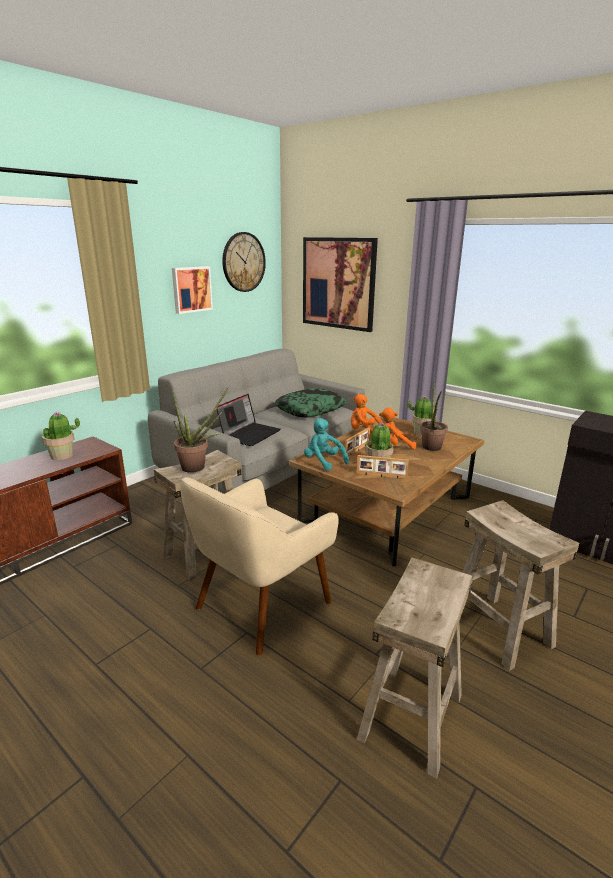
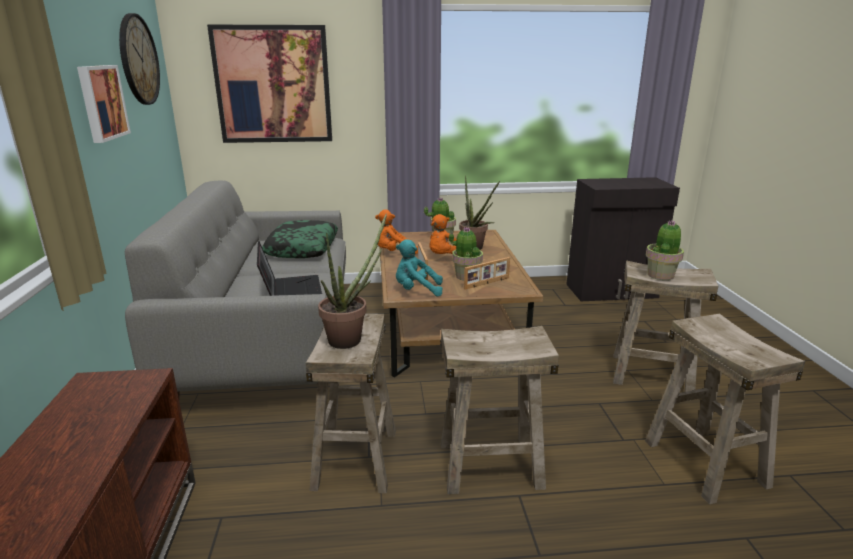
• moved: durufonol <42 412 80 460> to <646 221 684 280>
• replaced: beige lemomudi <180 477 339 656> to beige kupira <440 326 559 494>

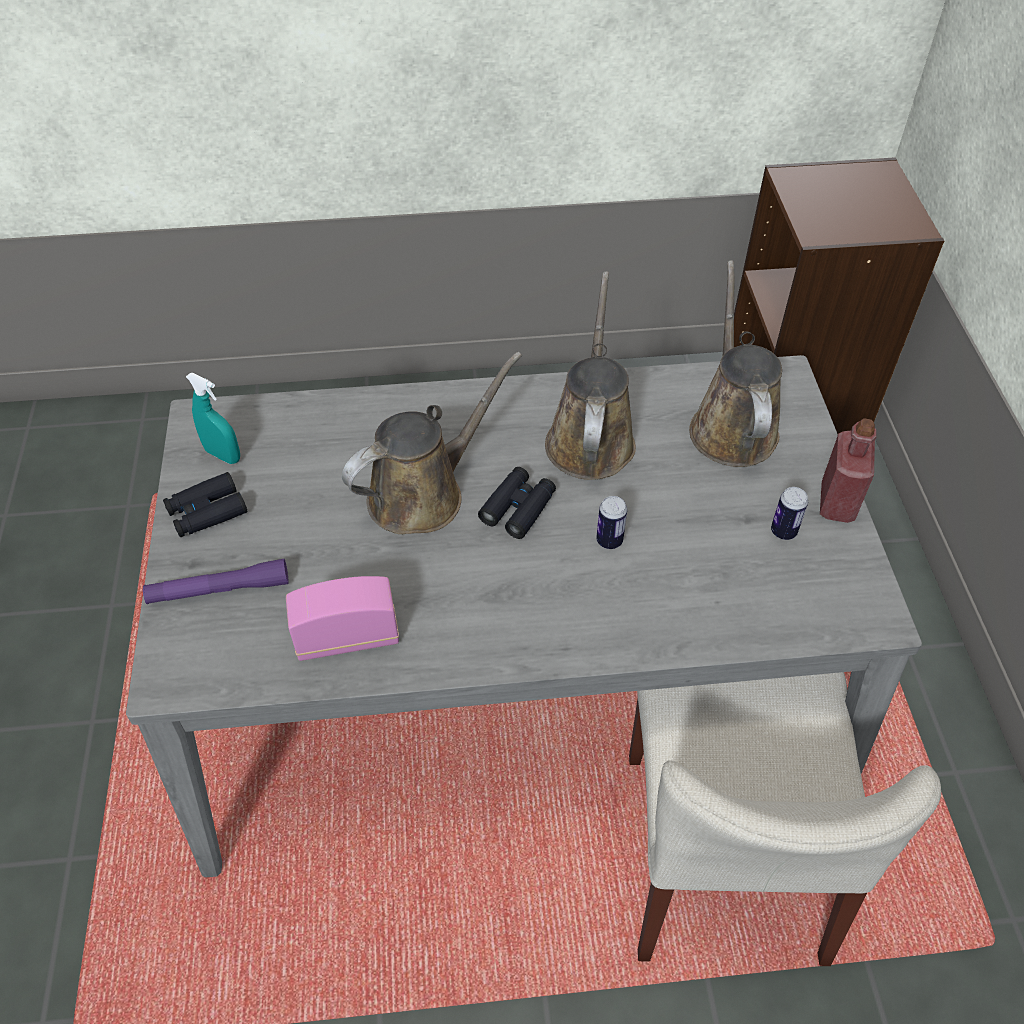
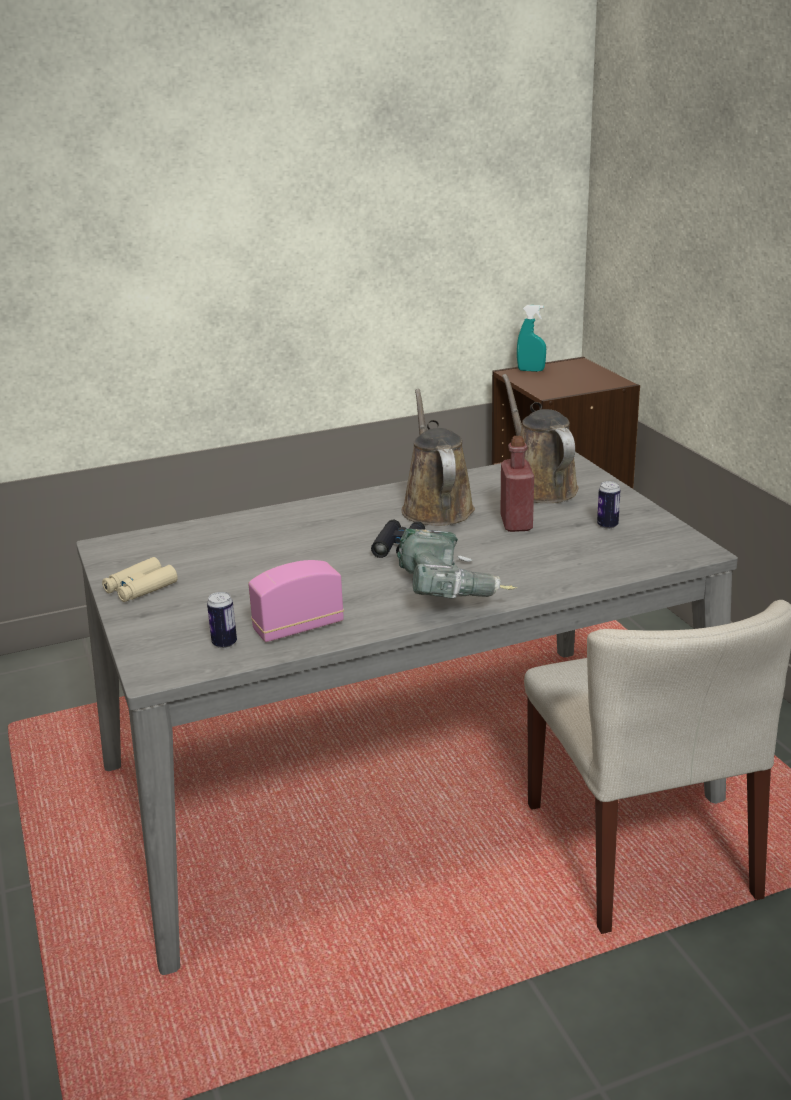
• removed: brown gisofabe <342 352 522 534>
• moved: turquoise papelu <186 373 240 464> to <517 305 546 372>
• moved: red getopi <820 418 877 523> to <500 436 534 532>
• recoloured: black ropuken <163 472 248 537> to beige ropuken <102 557 178 602>
• moved: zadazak <596 496 627 549> to <207 592 237 648>
• removed: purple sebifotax <143 559 289 604>
• added: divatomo <397 529 517 599>

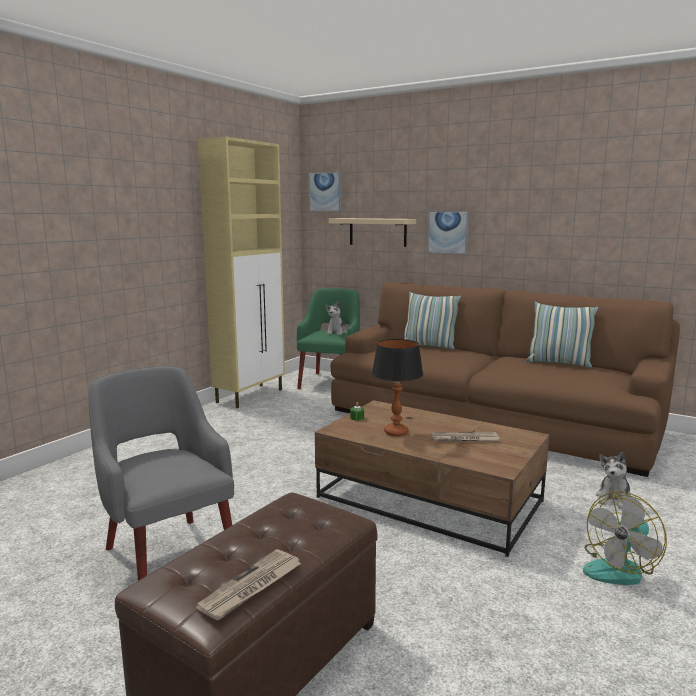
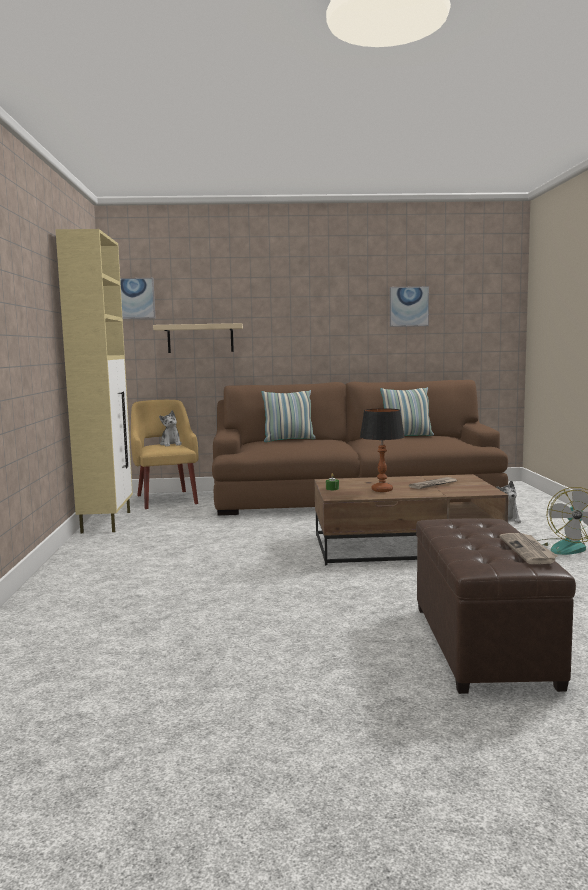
• moved: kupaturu <427 211 469 254> to <390 286 429 327>
• recoloured: green lemomudi <297 288 360 389> to yellow lemomudi <131 400 198 509>
• removed: grey lemomudi <89 366 234 581>

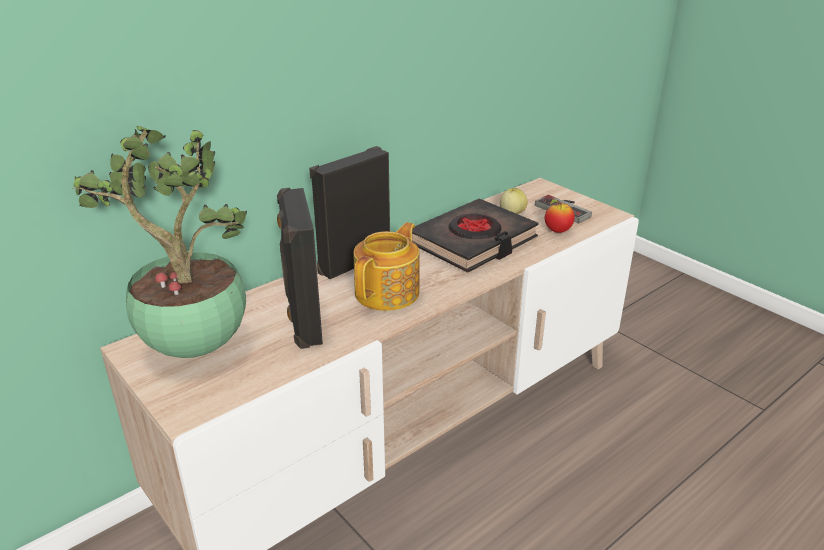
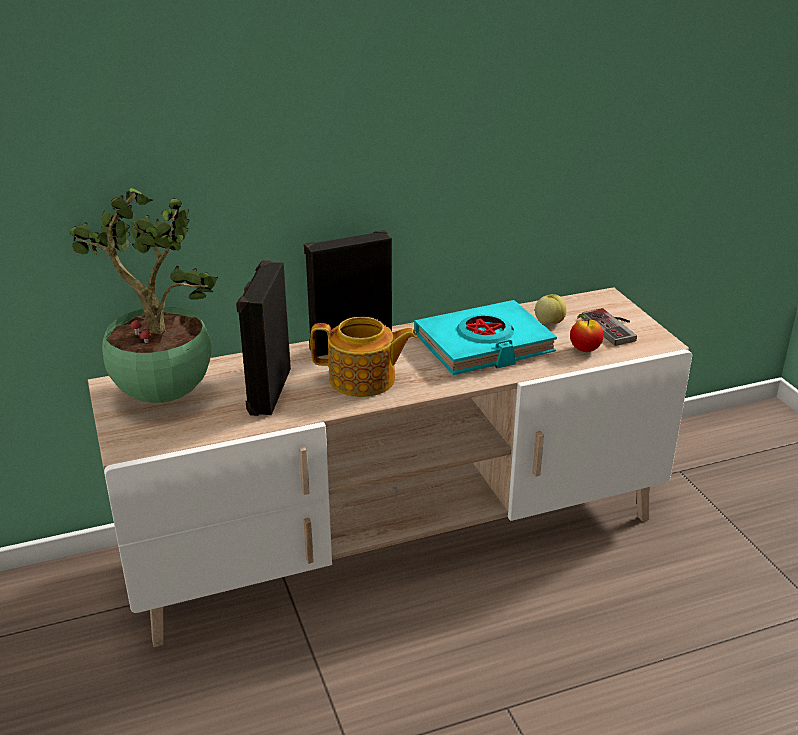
• recoloured: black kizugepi <412 199 539 273> to turquoise kizugepi <414 300 557 375>
• turned: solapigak <353 222 420 311> = <310 317 417 397> 45 degrees clockwise

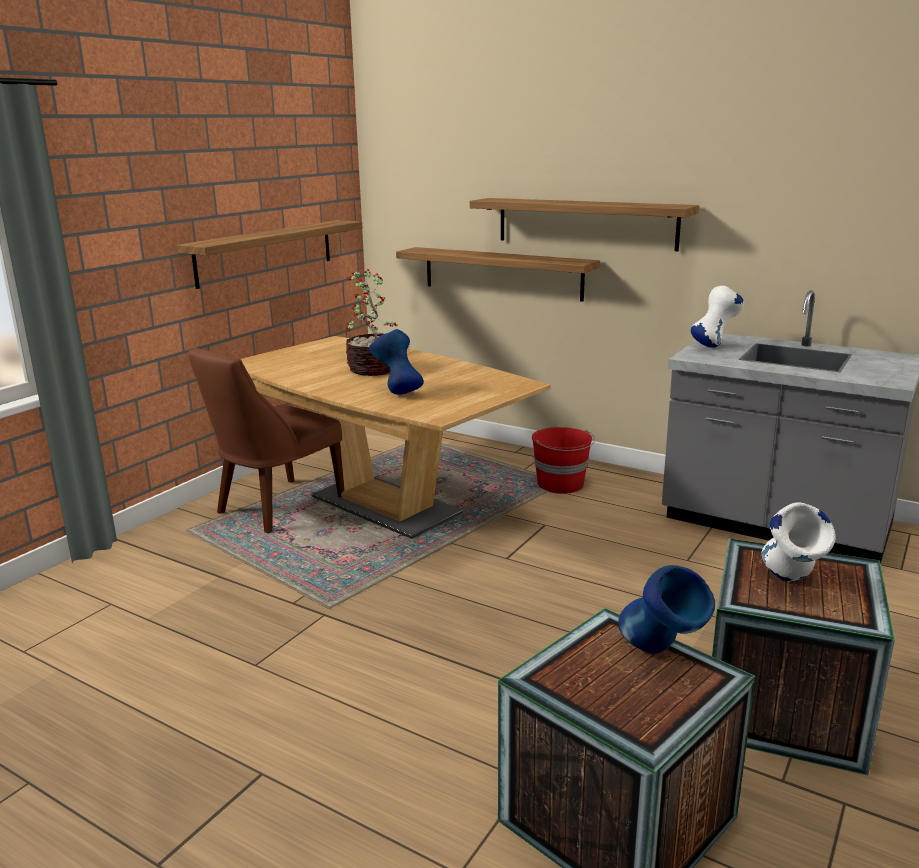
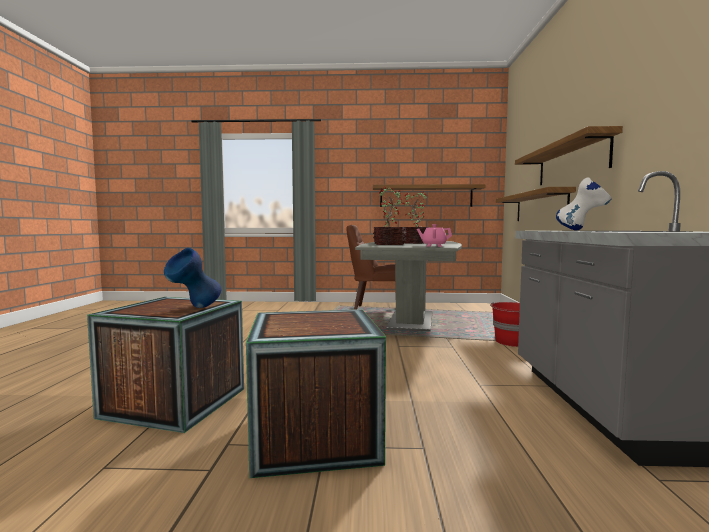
• replaced: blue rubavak <369 329 424 395> to durufonol <373 186 406 245>
• recoloured: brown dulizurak <240 336 550 539> to grey dulizurak <355 241 462 331>
• removed: white rubavak <761 503 836 582>
• added: pink solapigak <417 224 452 247>

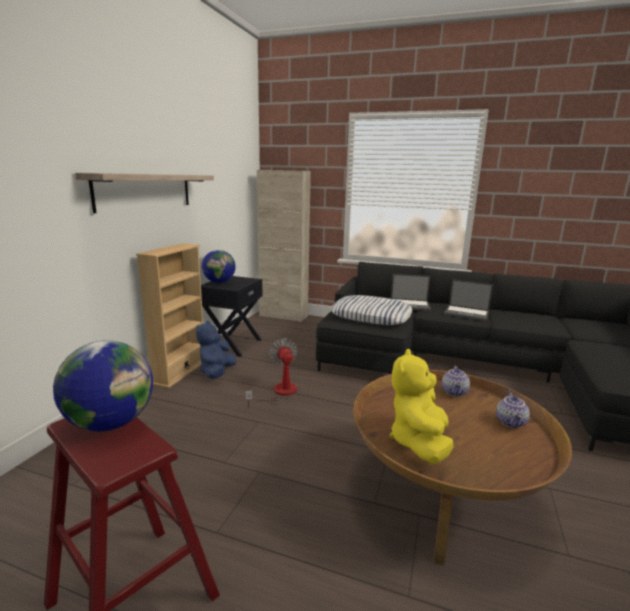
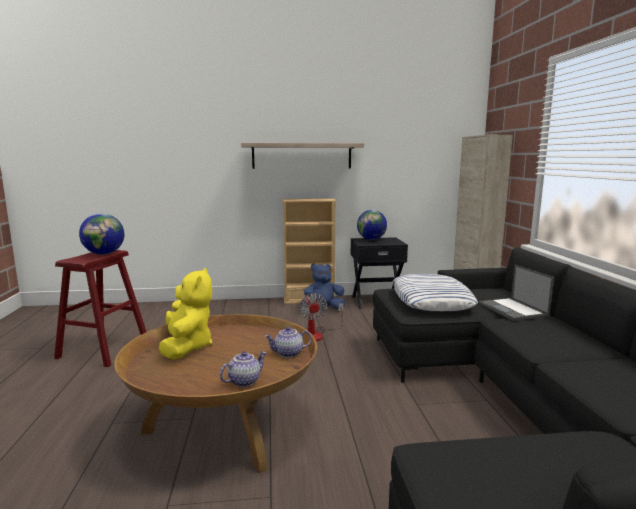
• removed: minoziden <444 279 493 321>
• turned: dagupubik <245 338 298 409> = <299 293 344 341> 120 degrees clockwise
• turned: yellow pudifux <390 349 453 464> = <159 268 212 360> 90 degrees clockwise
• turned: solapigak <496 392 530 428> = <220 352 267 387> 150 degrees clockwise

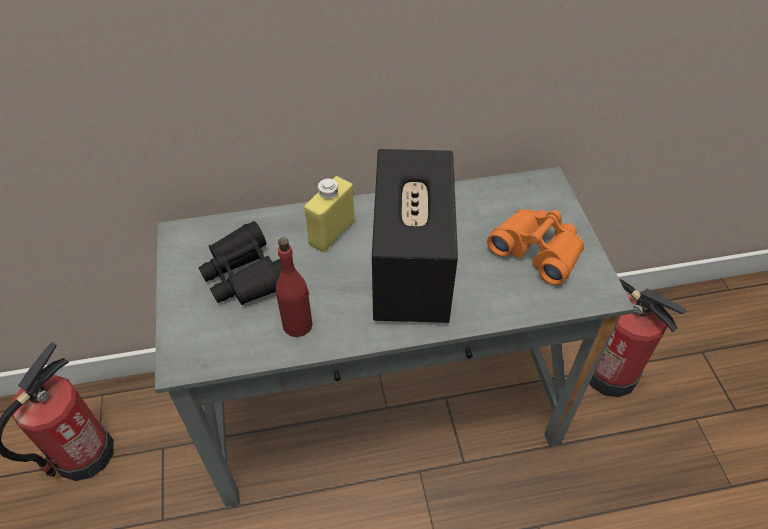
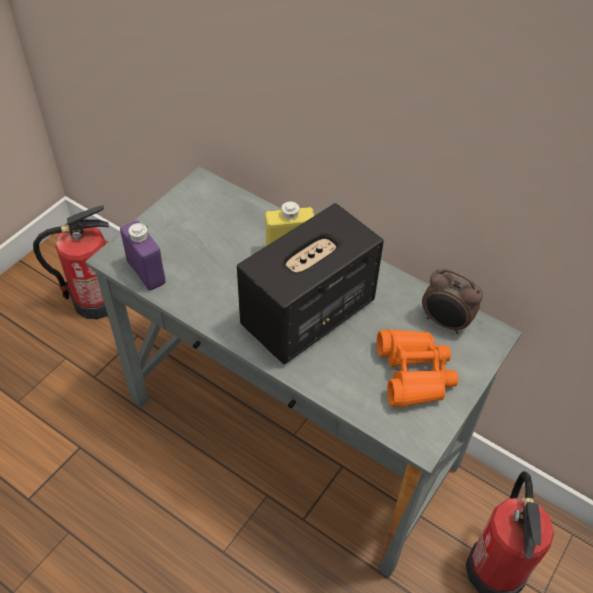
• removed: black ropuken <198 221 281 305>
• removed: red getopi <276 237 312 337>
• added: purple getopi <120 220 166 291>
• added: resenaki <422 268 483 334>

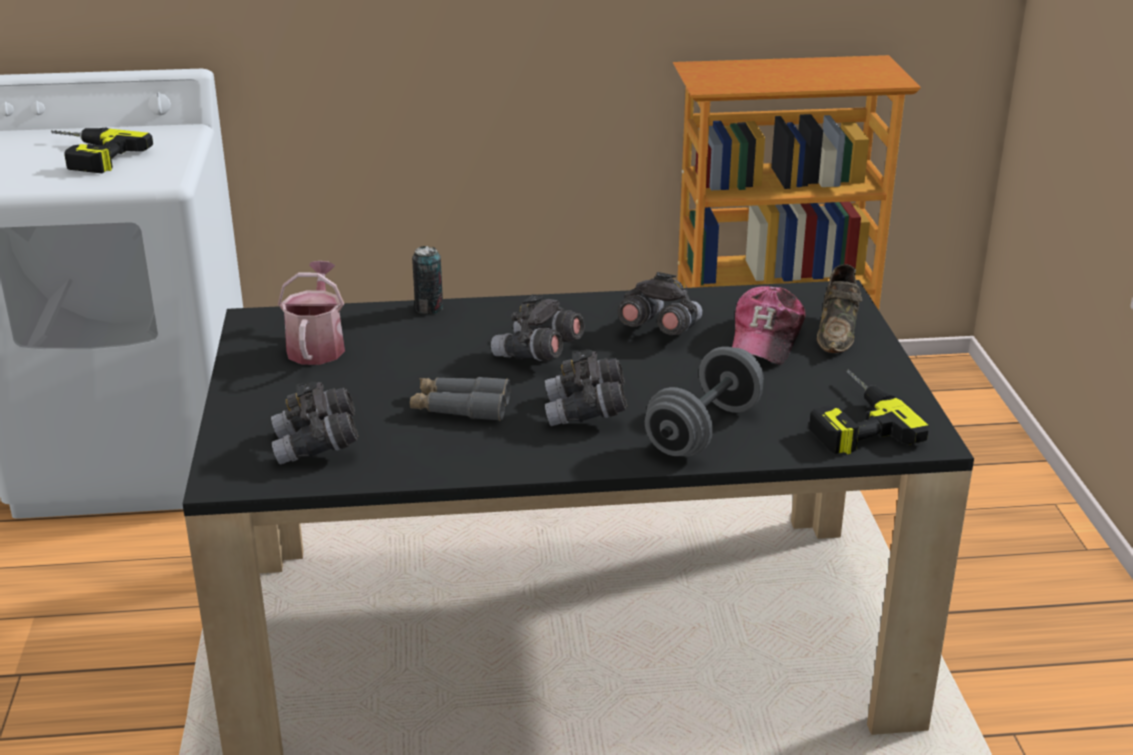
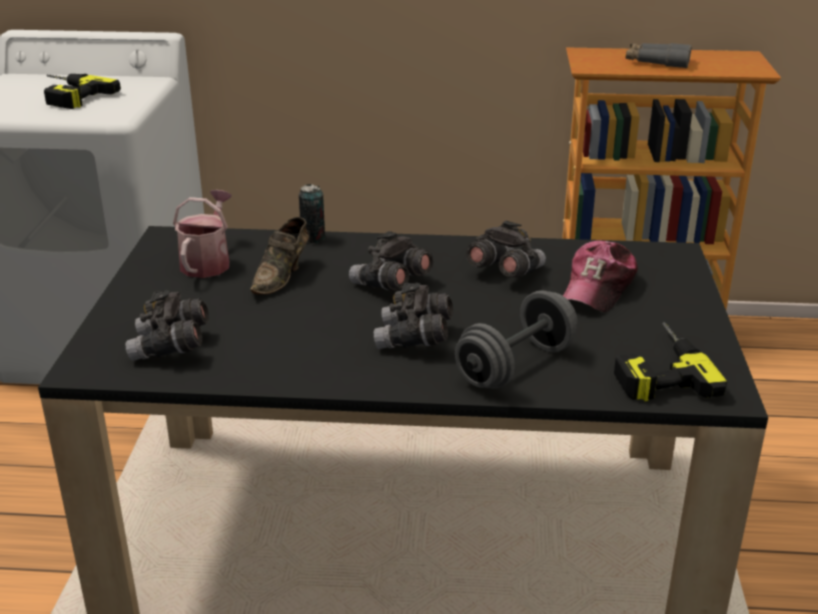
• moved: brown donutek <817 264 863 353> to <250 217 309 295>
• moved: grey ropuken <410 377 510 421> to <626 43 692 68>

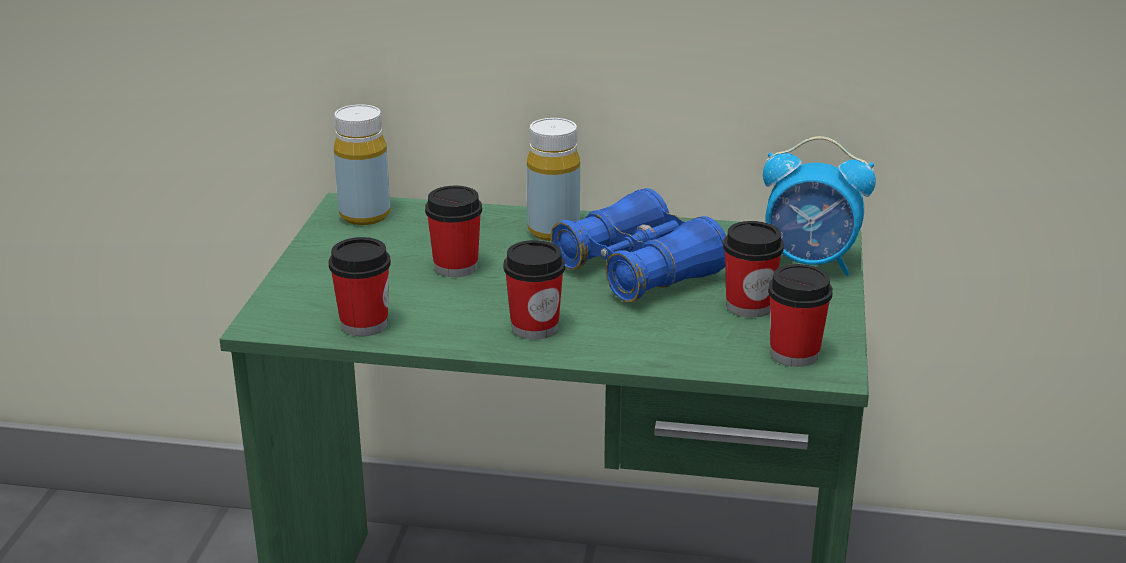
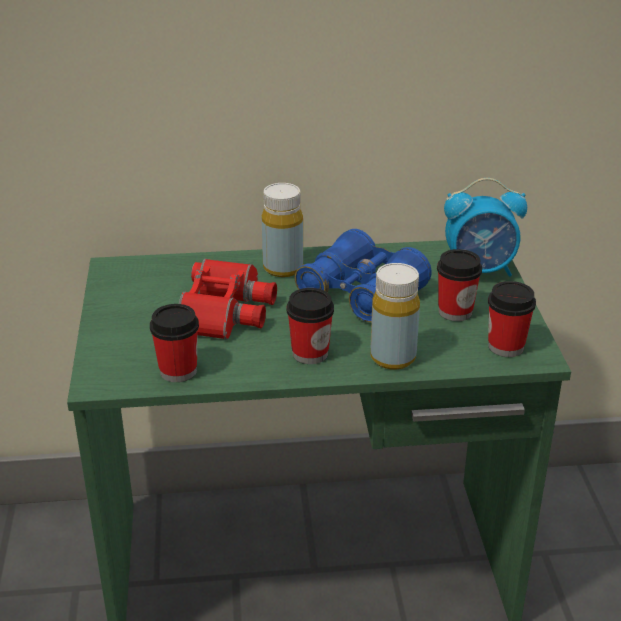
• moved: yellow getopi <334 105 390 225> to <370 263 420 370>
• replaced: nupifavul <425 186 482 277> to red ropuken <179 259 277 340>

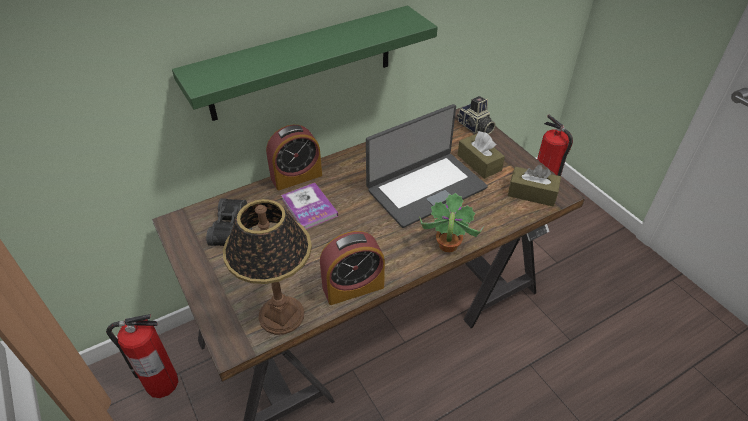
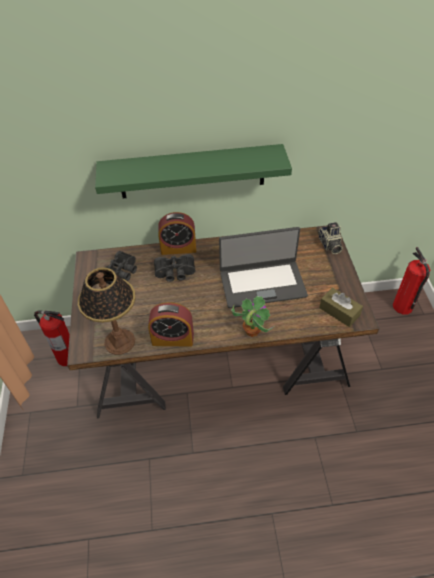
• removed: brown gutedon <457 131 505 179>
• replaced: kizugepi <281 183 338 229> to black ropuken <154 254 195 282>

